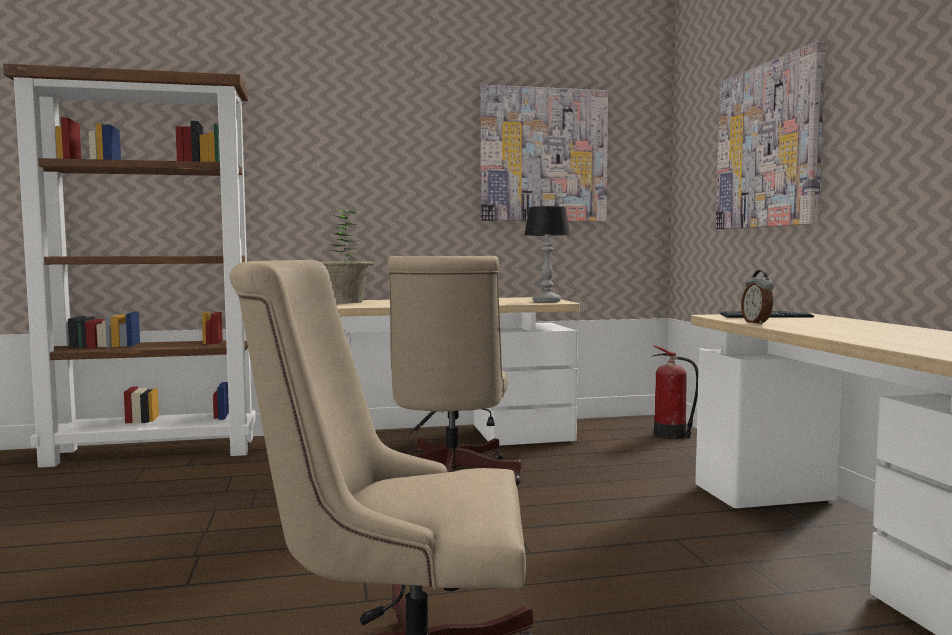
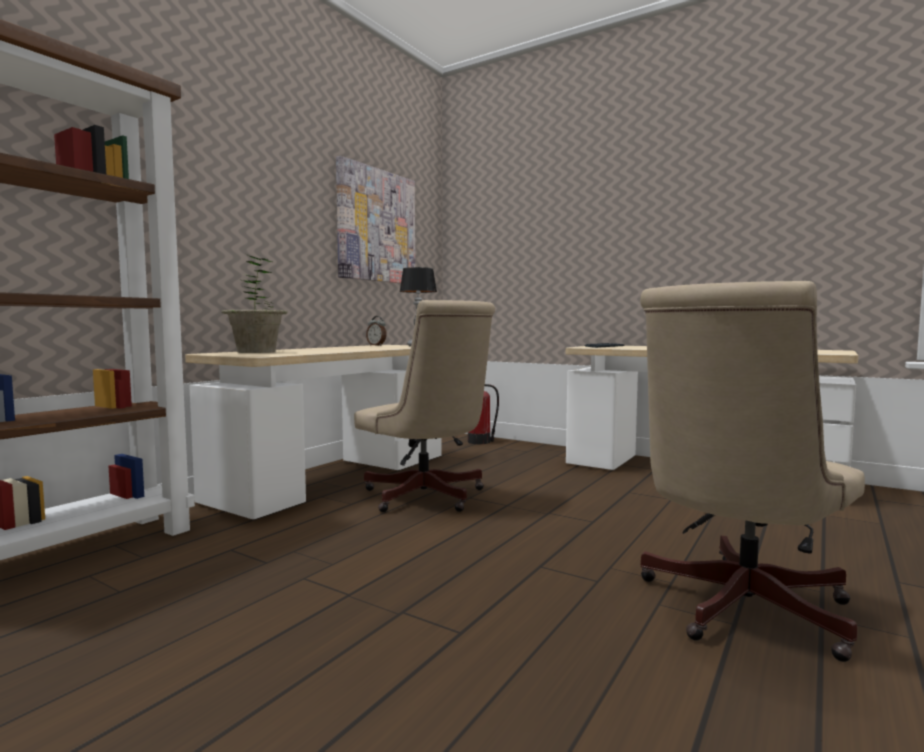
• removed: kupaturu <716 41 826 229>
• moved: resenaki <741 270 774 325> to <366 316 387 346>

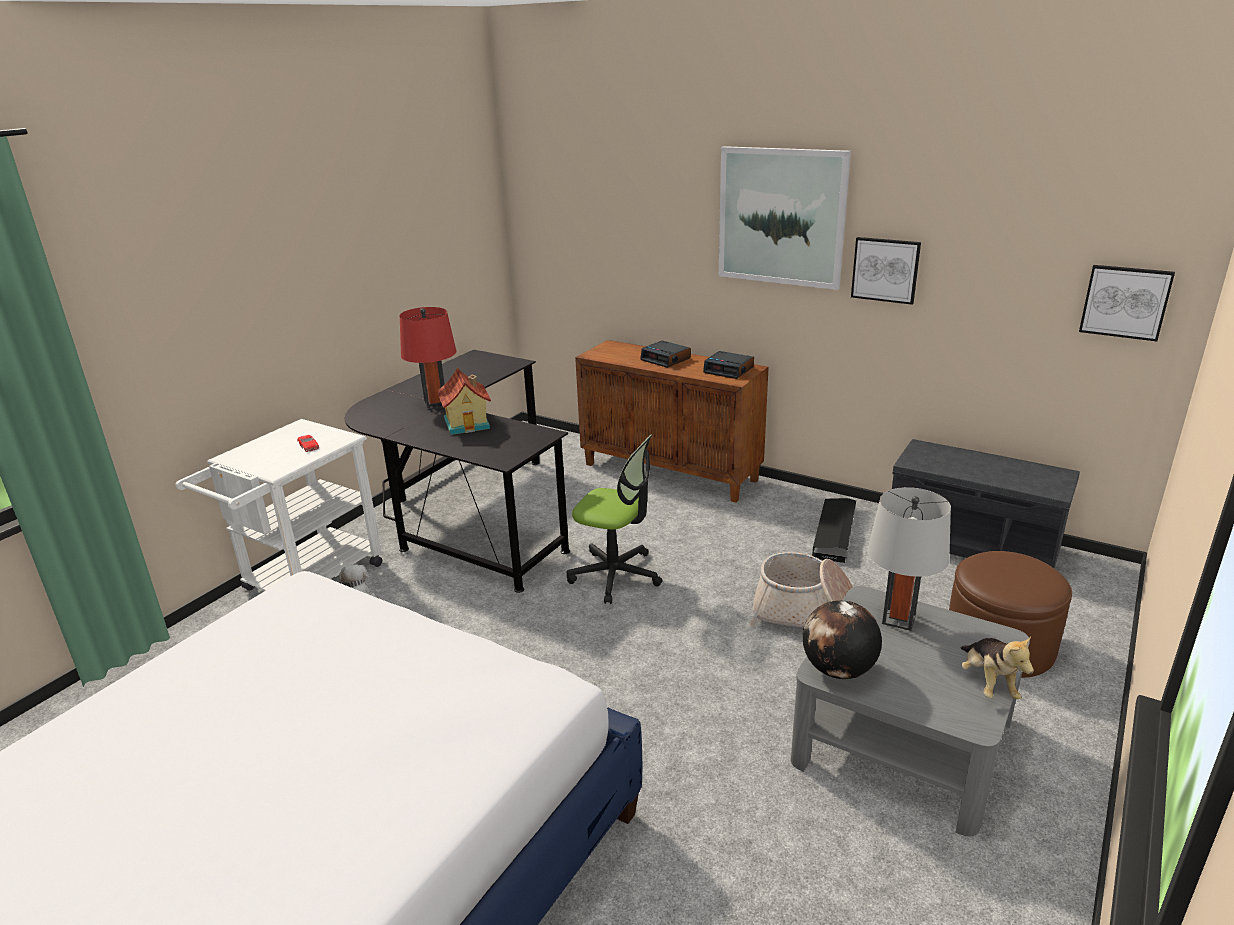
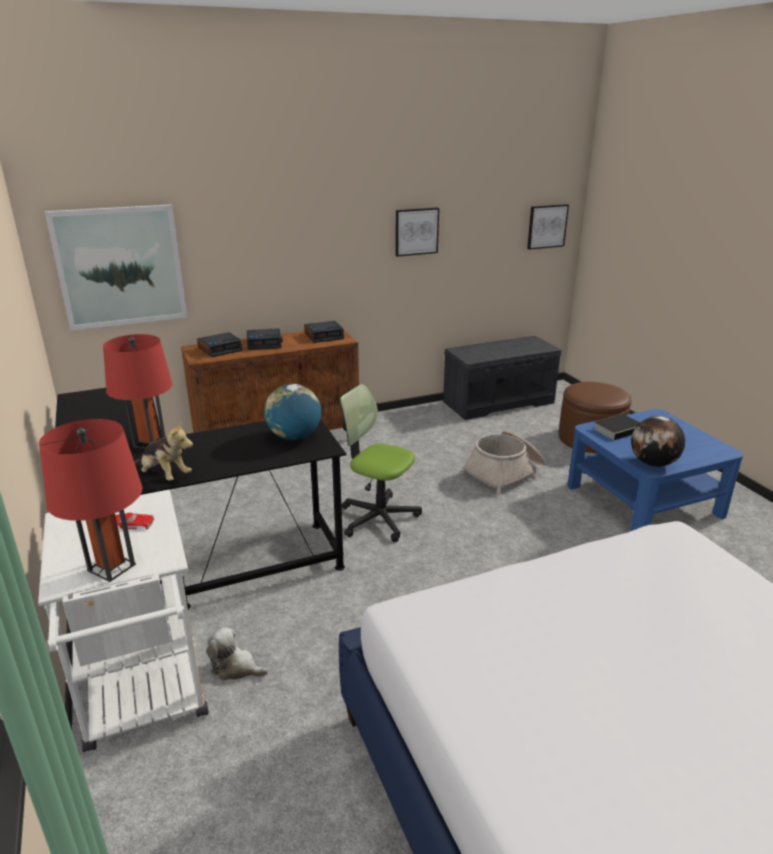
• moved: kupaturu <719 146 851 290> to <45 204 187 330>
• removed: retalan <437 367 491 435>
• turned: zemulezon <567 434 662 604> = <340 384 422 542> 120 degrees counterclockwise
• replaced: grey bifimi <867 487 951 631> to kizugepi <593 414 640 440>
• removed: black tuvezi <812 498 856 563>
• recoloured: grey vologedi <791 586 1030 836> to blue vologedi <567 409 743 531>
• moved: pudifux <961 636 1034 699> to <134 421 193 481>
• added: resenaki <197 332 243 357>
• added: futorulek <264 384 321 440>
• added: red bifimi <39 419 142 582>

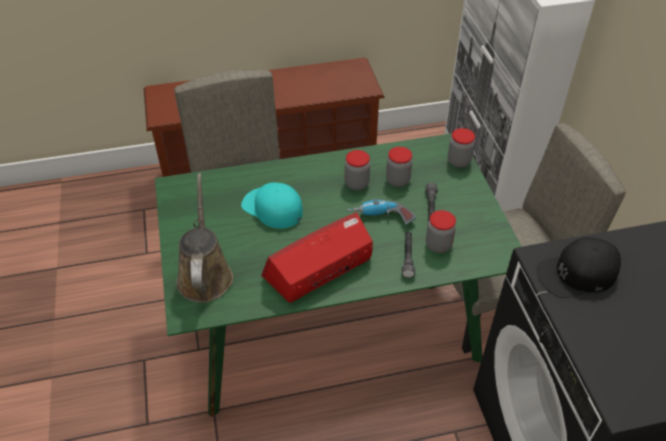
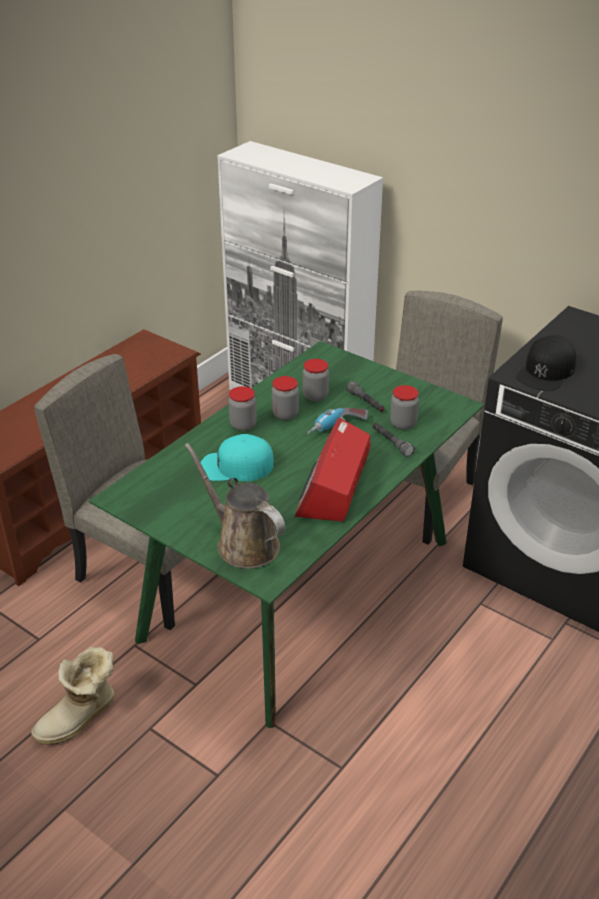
• moved: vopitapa <448 128 475 168> to <228 386 257 431>
• added: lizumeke <31 647 115 745>

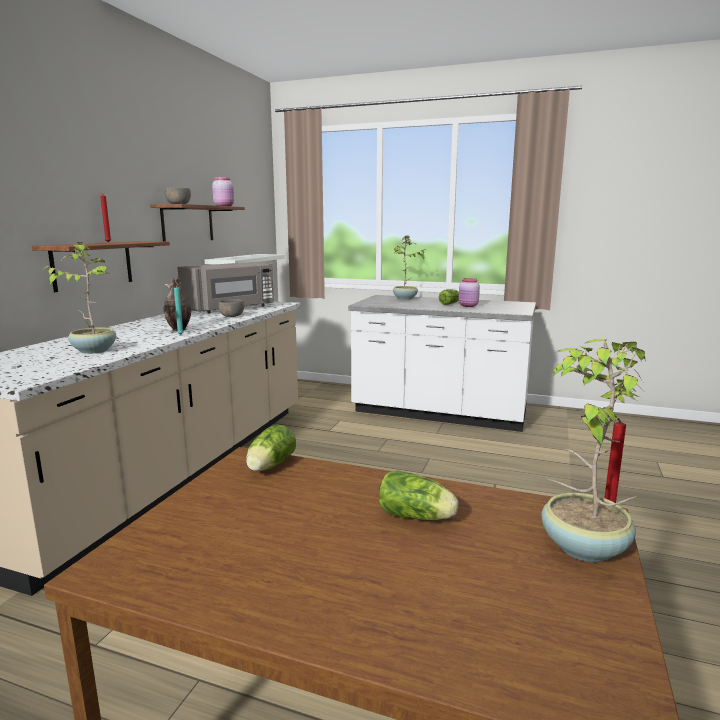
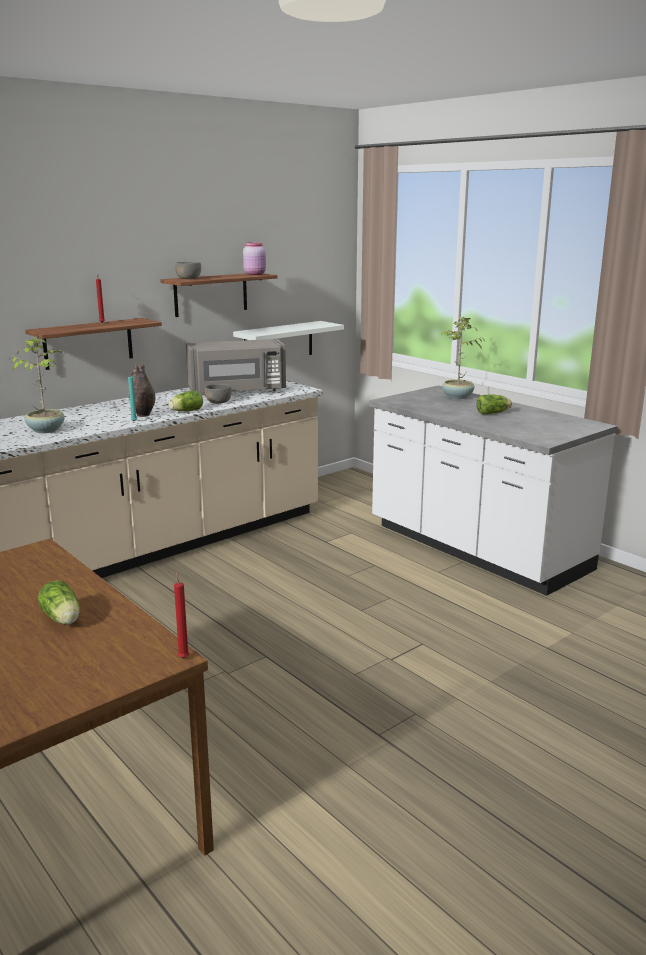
• removed: pink vopitapa <459 278 480 307>
• removed: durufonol <541 339 646 562>
• moved: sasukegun <246 425 296 471> to <169 391 203 411>

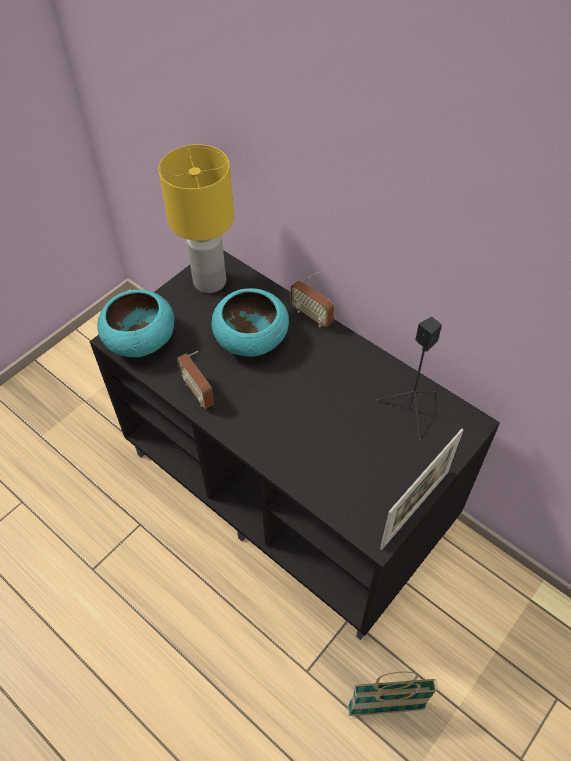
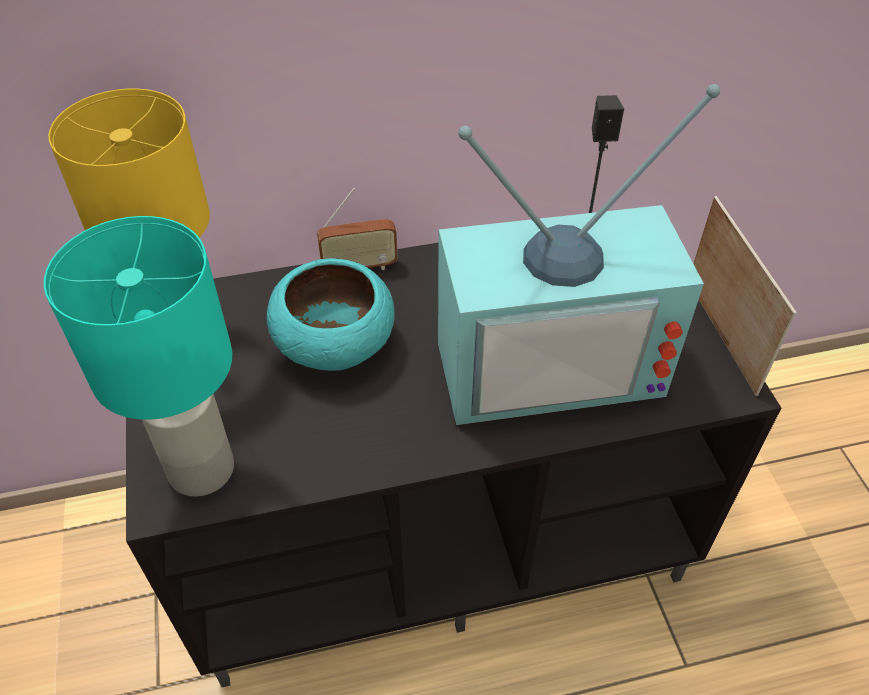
• replaced: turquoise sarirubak <97 289 174 357> to turquoise bifimi <44 216 234 497>
• removed: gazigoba <177 351 214 409>
• removed: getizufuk <348 672 438 716>
• added: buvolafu <438 84 720 425>

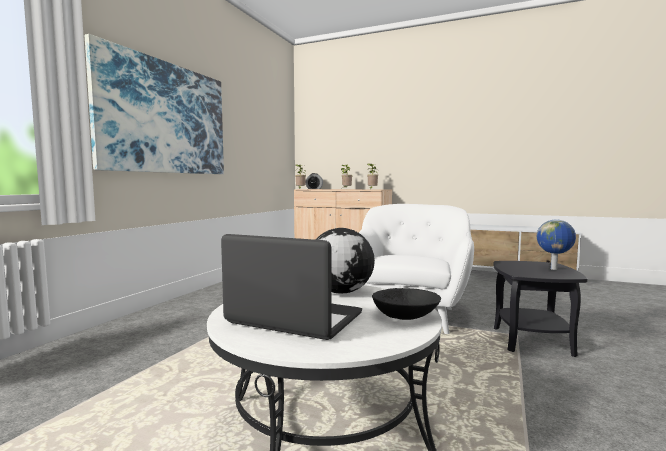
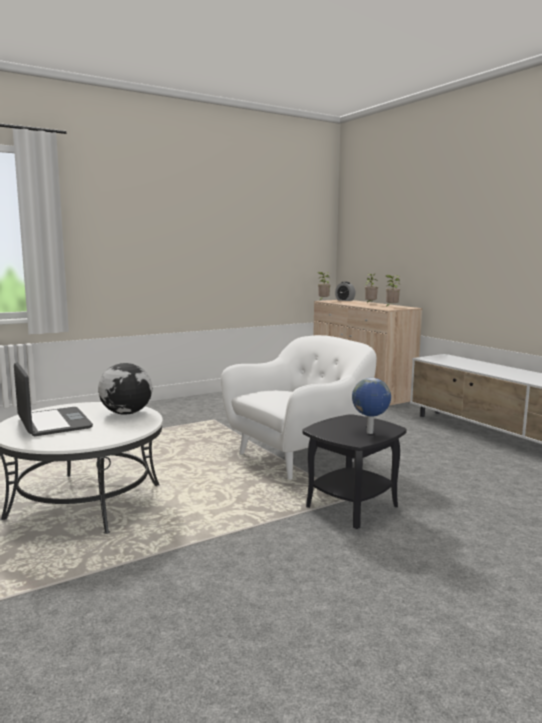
• removed: kupaturu <85 34 224 174>
• removed: black sarirubak <372 288 441 320>

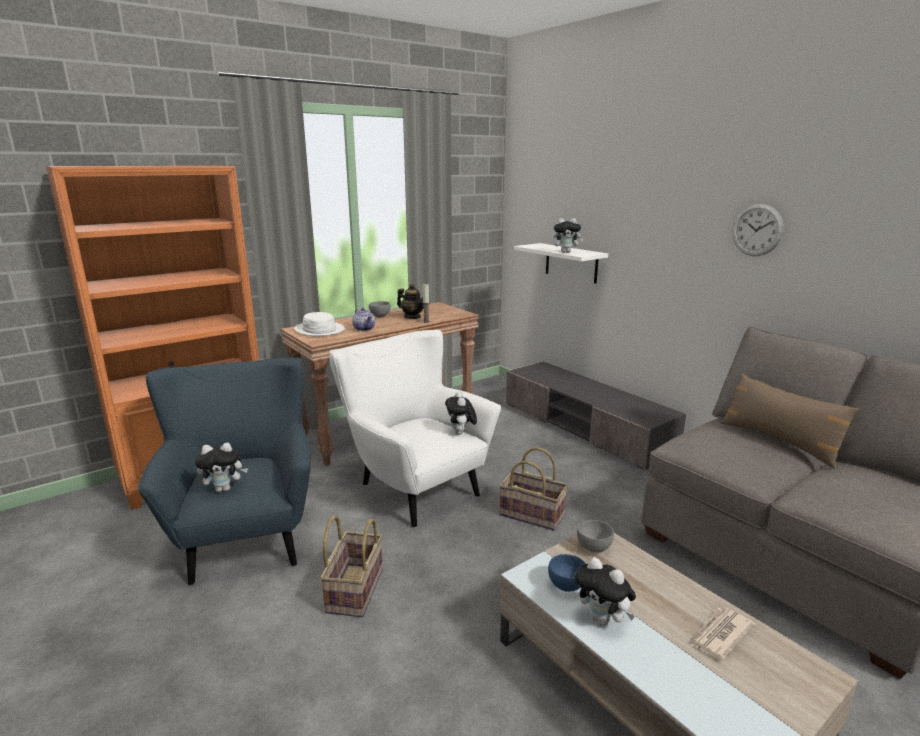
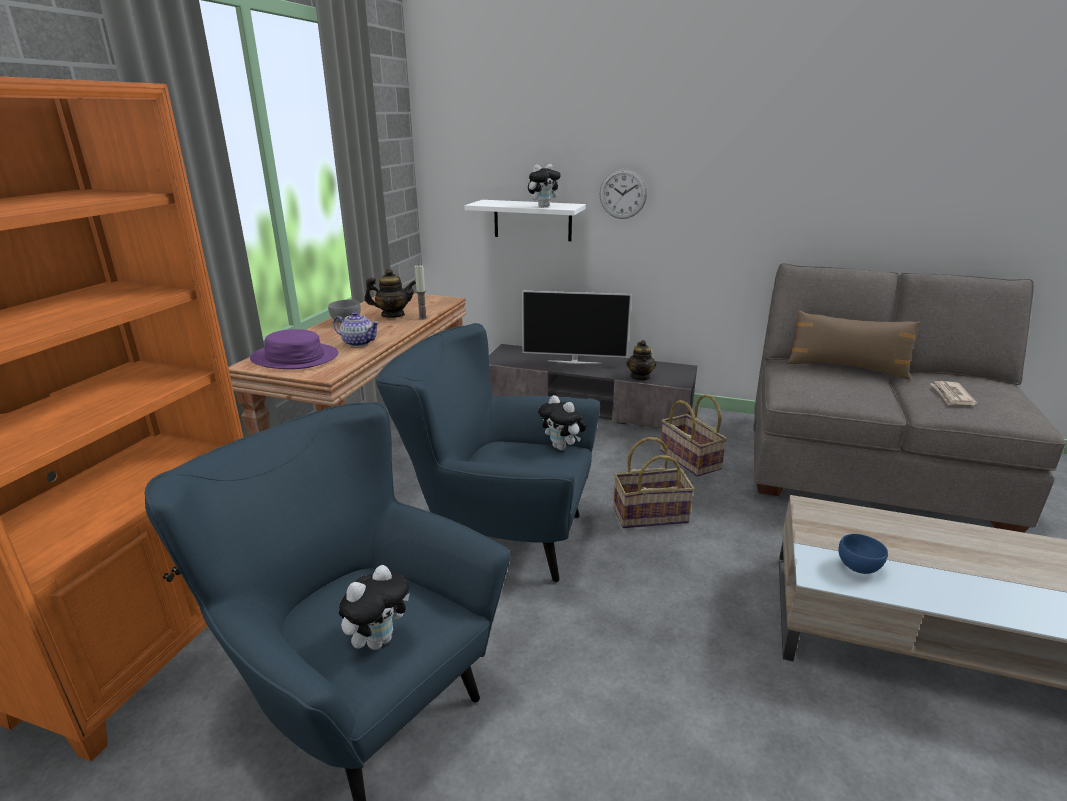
• moved: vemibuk <732 204 784 256> to <599 169 647 219>
• recoloured: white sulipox <294 312 345 337> to purple sulipox <250 329 338 369>
• recoloured: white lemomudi <329 329 501 528> to blue lemomudi <376 323 600 583>
• moved: getizufuk <320 516 383 617> to <660 394 727 477>
• removed: grey sarirubak <577 520 614 553>
• removed: pudifux <575 557 636 626>
• moved: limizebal <689 607 755 660> to <930 381 977 405>
• added: buvolafu <522 291 632 364>
• added: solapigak <626 340 656 381>

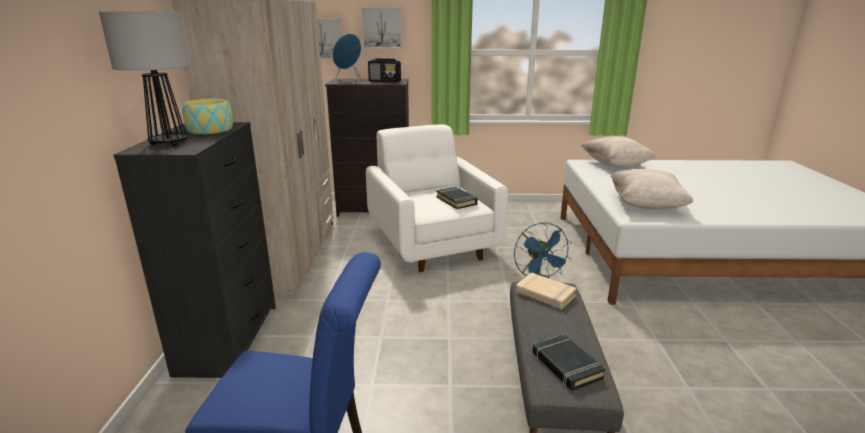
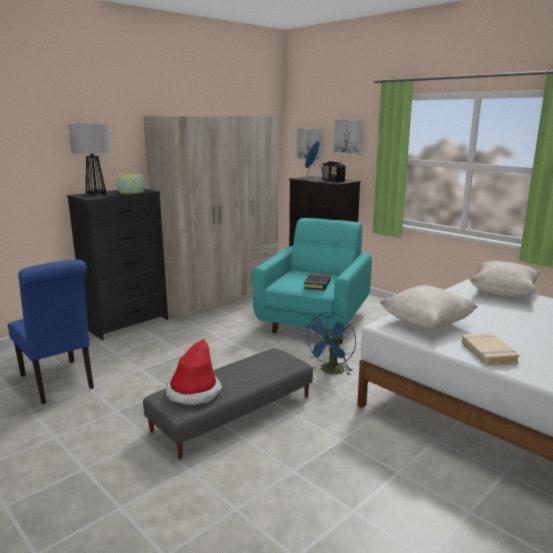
• recoloured: white lemomudi <366 124 508 272> to turquoise lemomudi <253 218 372 340>
• moved: beige kizugepi <516 273 577 309> to <462 333 520 366>
• replaced: black kizugepi <532 334 605 391> to sulipox <166 339 222 405>

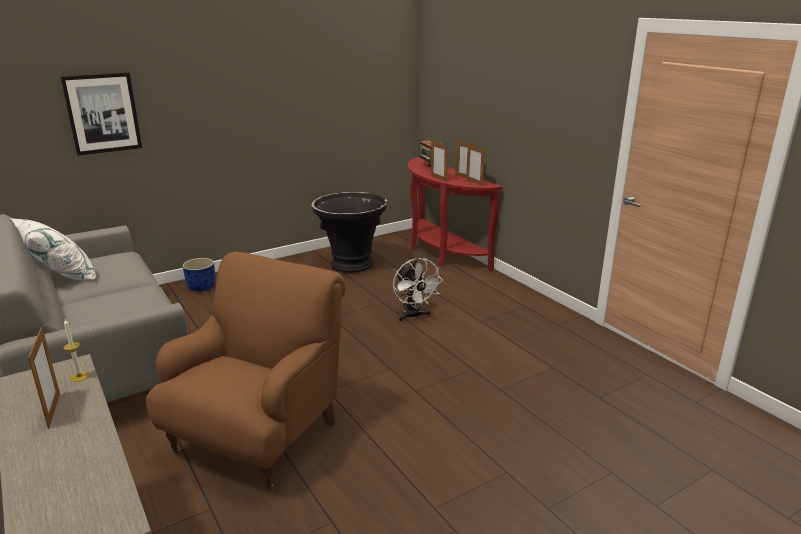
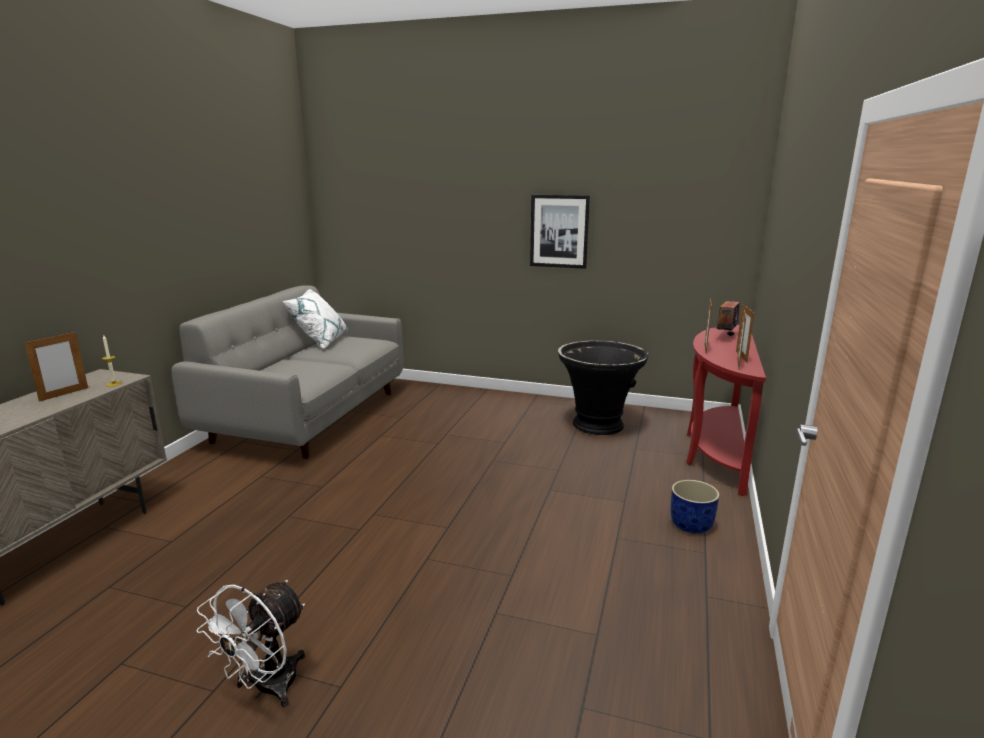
• moved: kupaturu <60 72 142 156> to <530 195 590 269>
• removed: brown lemomudi <146 251 346 490>
• moved: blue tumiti <183 258 215 292> to <671 480 719 534>
• moved: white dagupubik <393 258 443 321> to <196 580 305 708>

